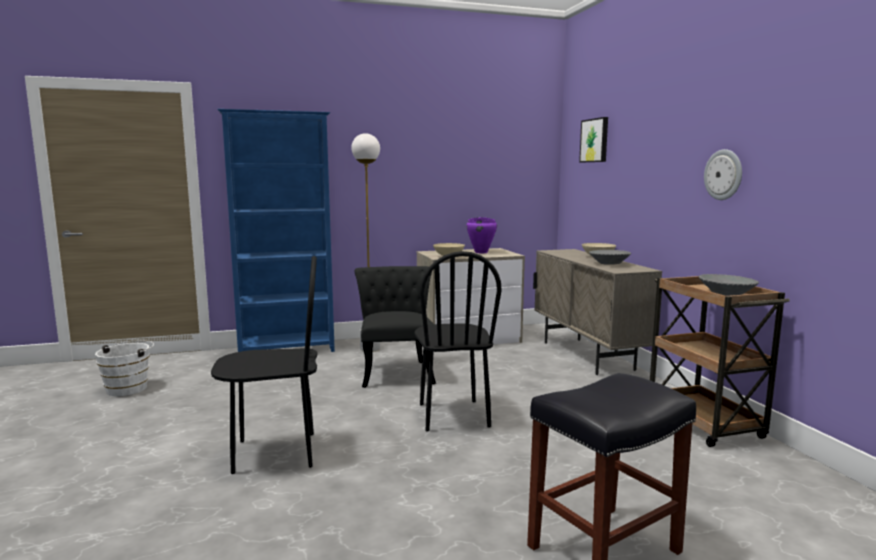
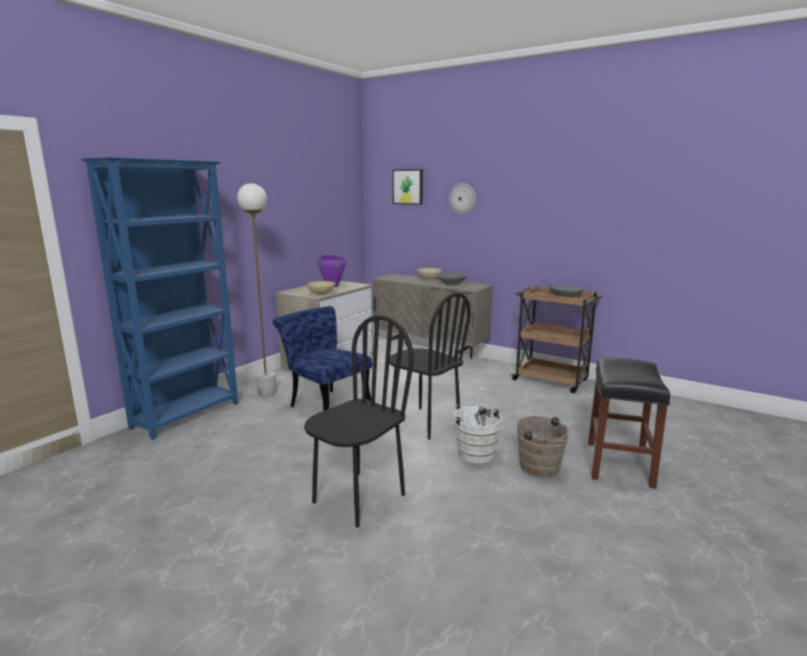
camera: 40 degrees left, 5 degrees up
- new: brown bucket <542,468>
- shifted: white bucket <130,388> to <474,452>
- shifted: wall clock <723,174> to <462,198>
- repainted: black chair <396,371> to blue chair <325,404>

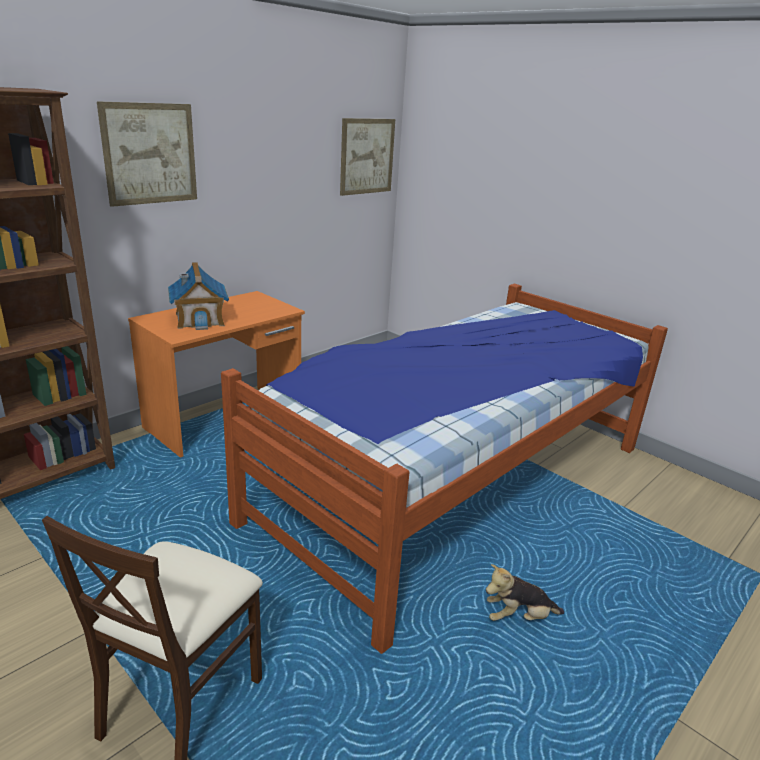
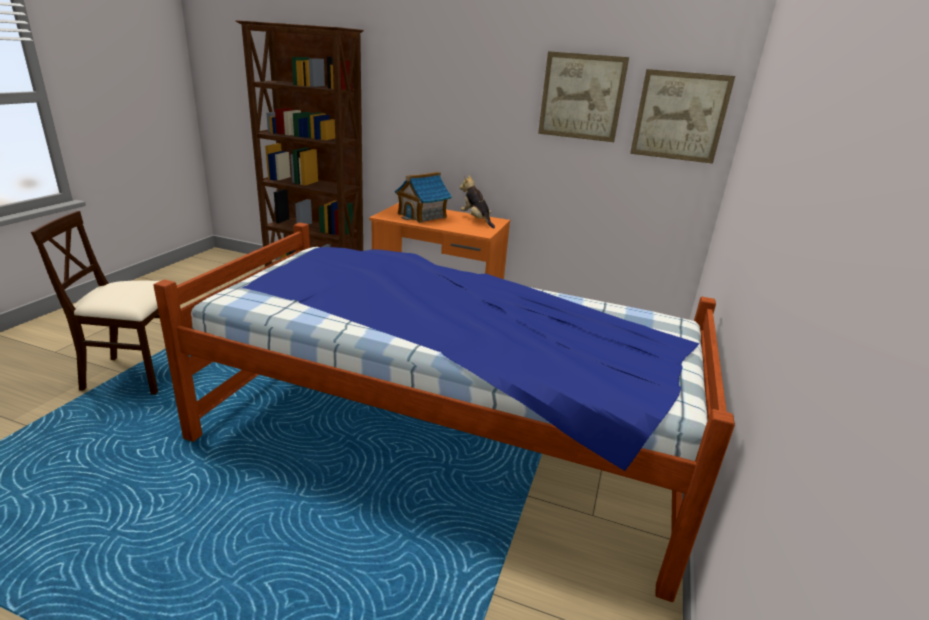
camera: 65 degrees right, 0 degrees up
- shifted: picture <150,154> to <581,97>
- shifted: plush toy <518,617> to <476,220>

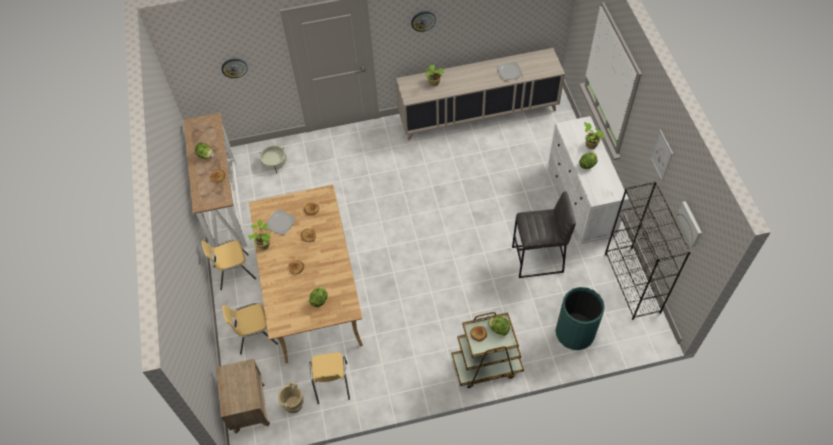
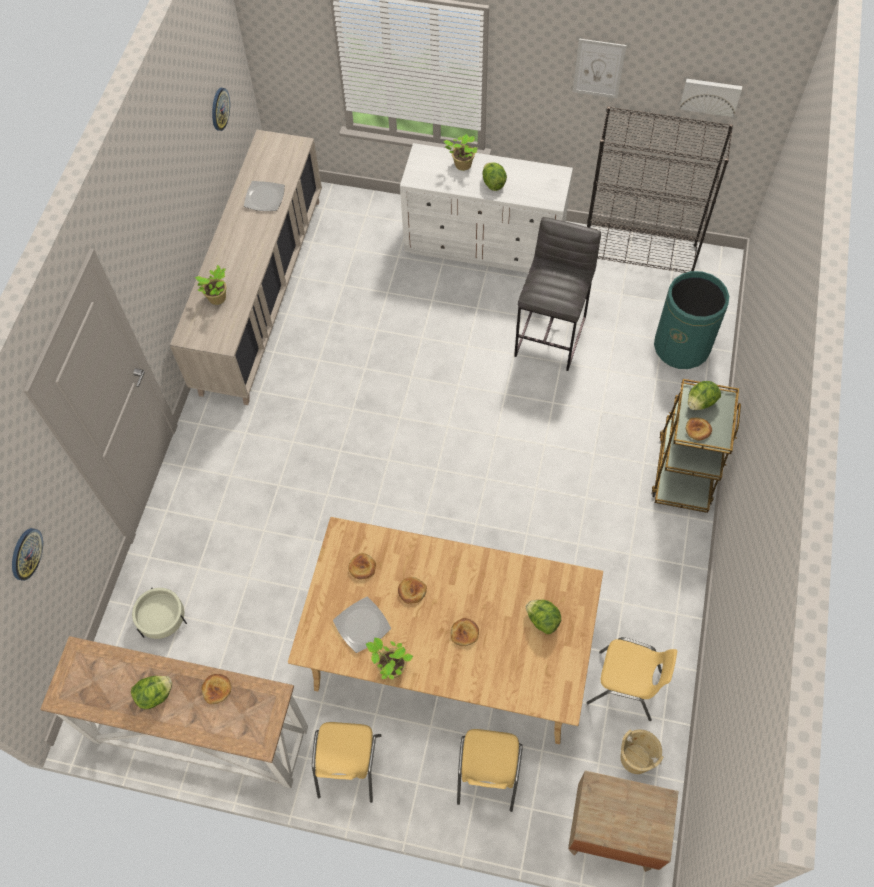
camera: 65 degrees left, 5 degrees up
- shifted: wall clock <423,20> to <219,109>

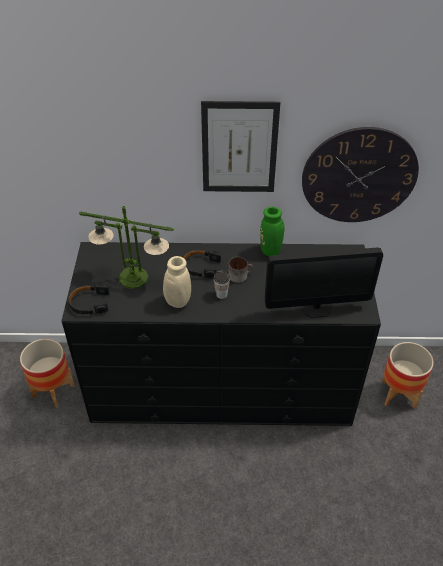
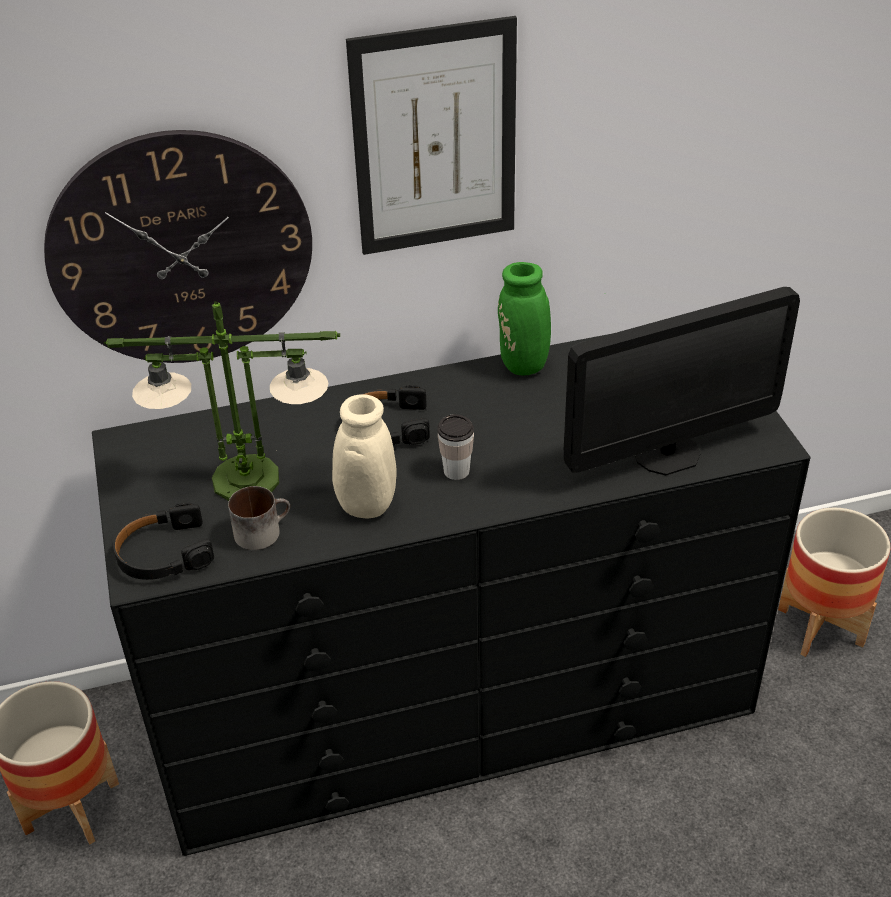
camera: 15 degrees left, 5 degrees down
- shifted: mug <240,275> to <262,530>
- shifted: wall clock <359,176> to <181,251>

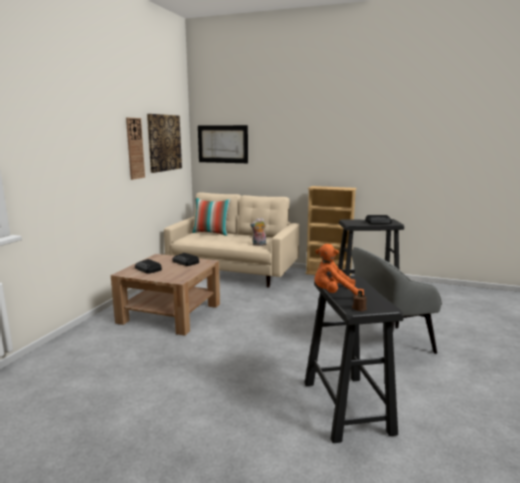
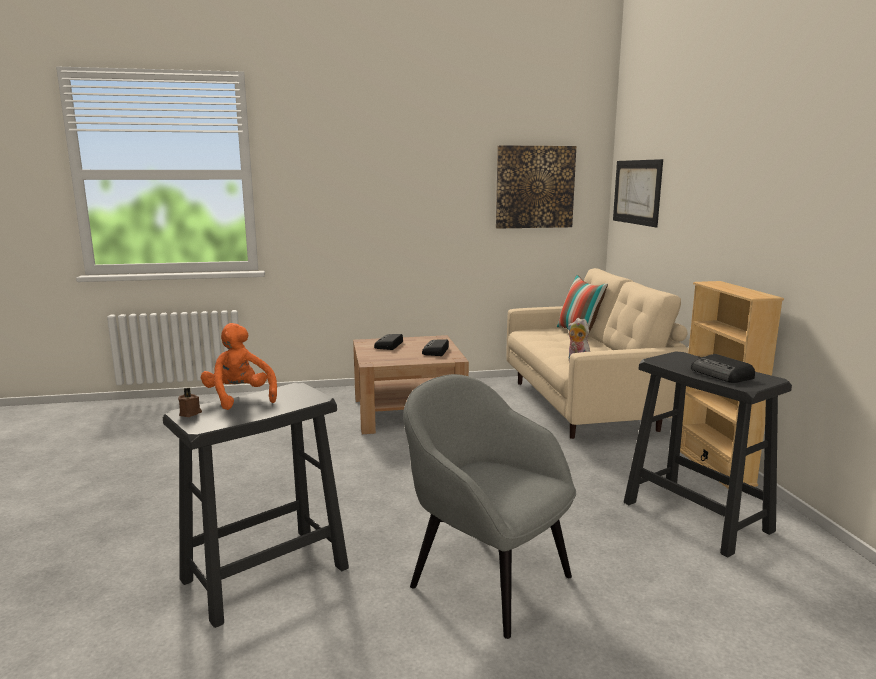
camera: 60 degrees right, 0 degrees up
- gone: wall clock <135,148>

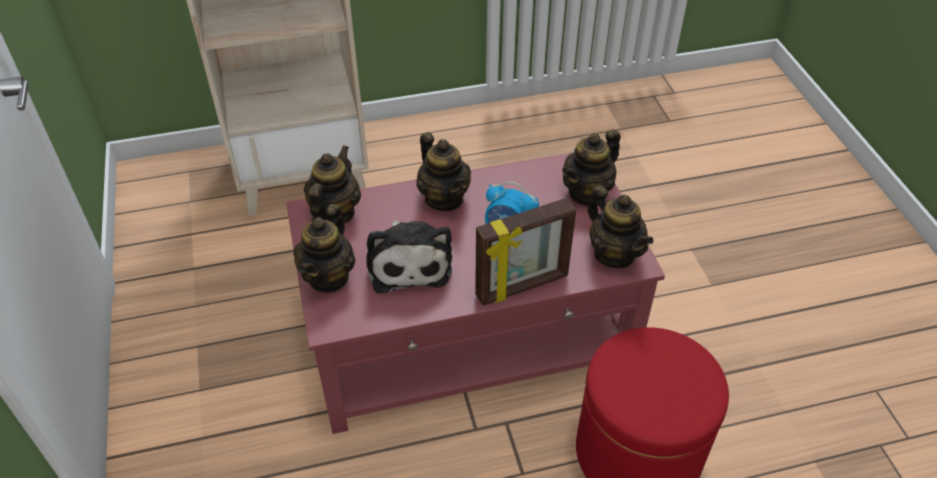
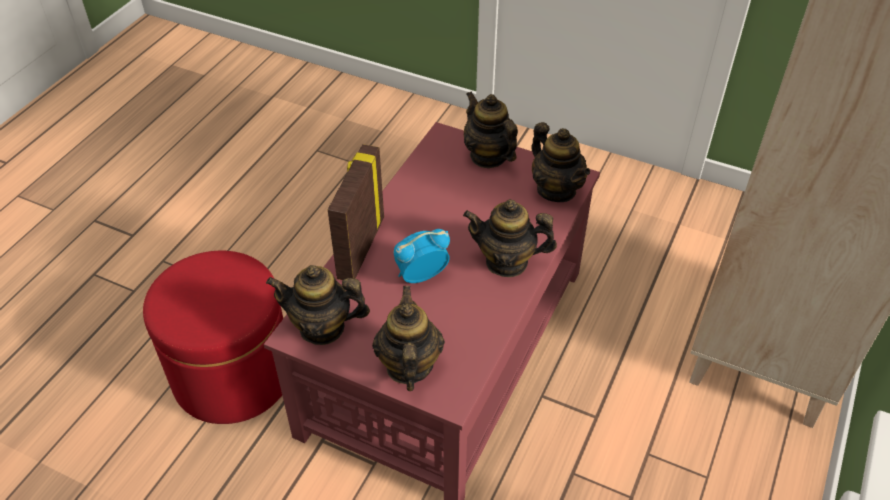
camera: 130 degrees right, 0 degrees up
- gone: plush toy <409,262>

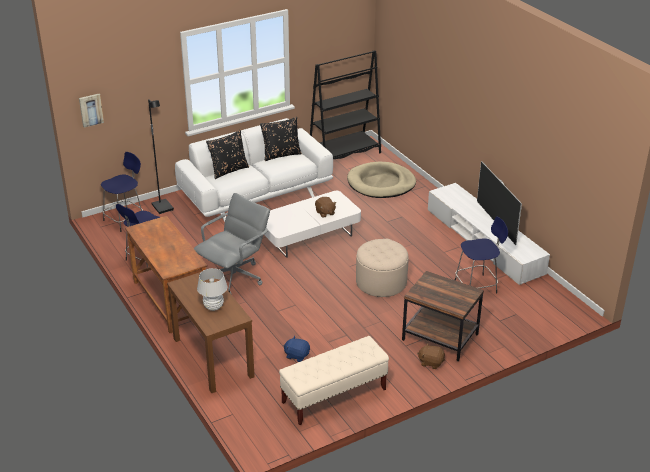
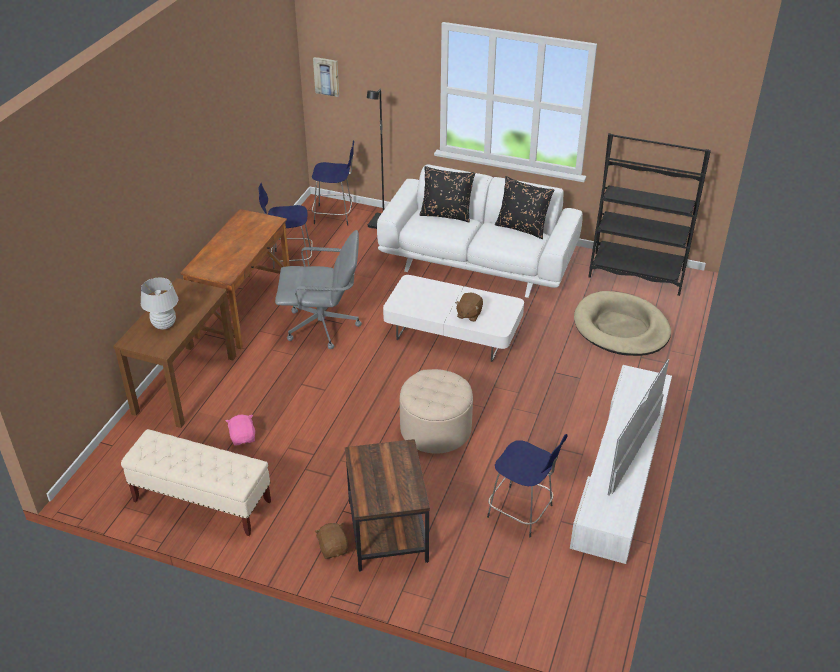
camera: 50 degrees right, 5 degrees up
- repainted: blue plush toy <297,355> to pink plush toy <243,437>

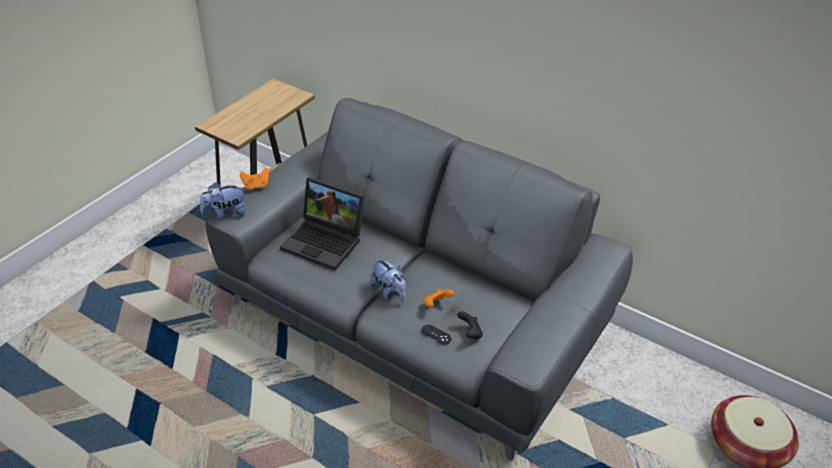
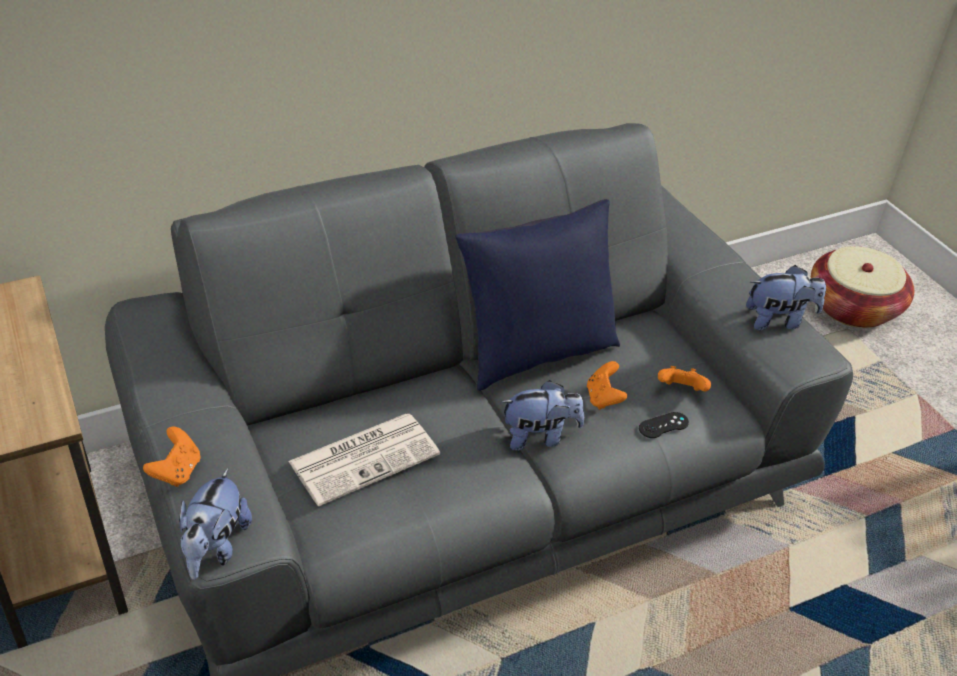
camera: 60 degrees left, 0 degrees up
- new: blue pillow <536,353>
- new: plush toy <778,320>
- swapped: laptop <326,241> to newspaper <365,457>
- repainted: black game controller <470,333> to orange game controller <681,391>

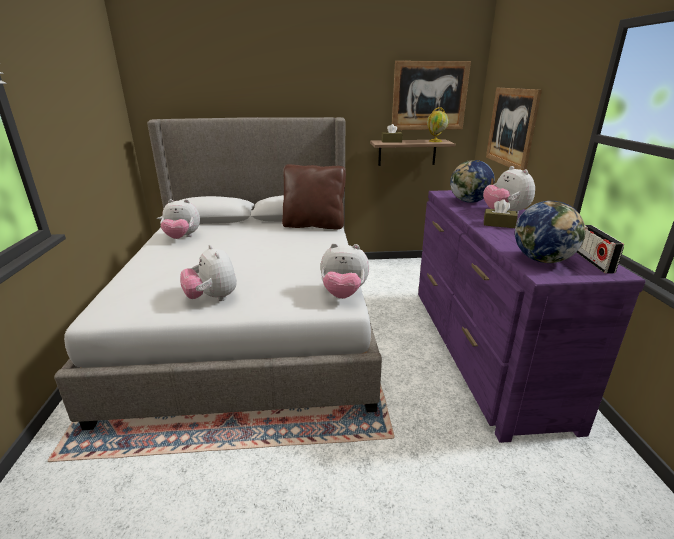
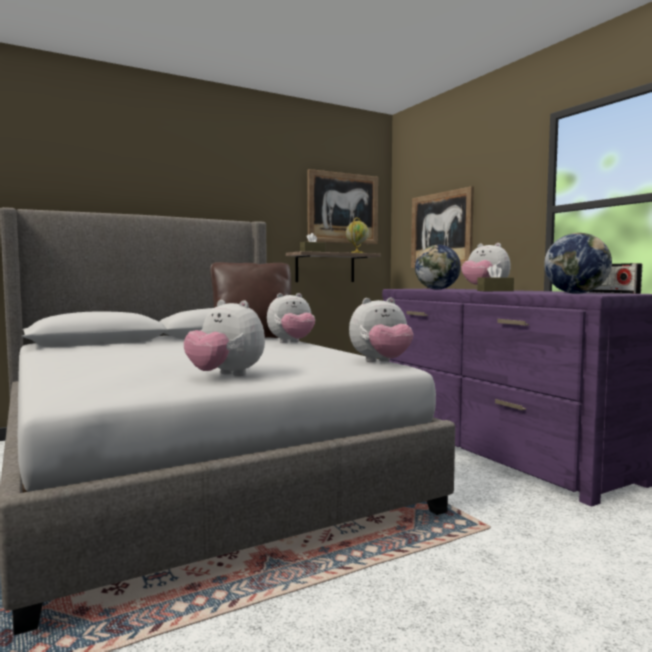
camera: 25 degrees left, 20 degrees down
- shifted: plush toy <182,238> to <292,342>

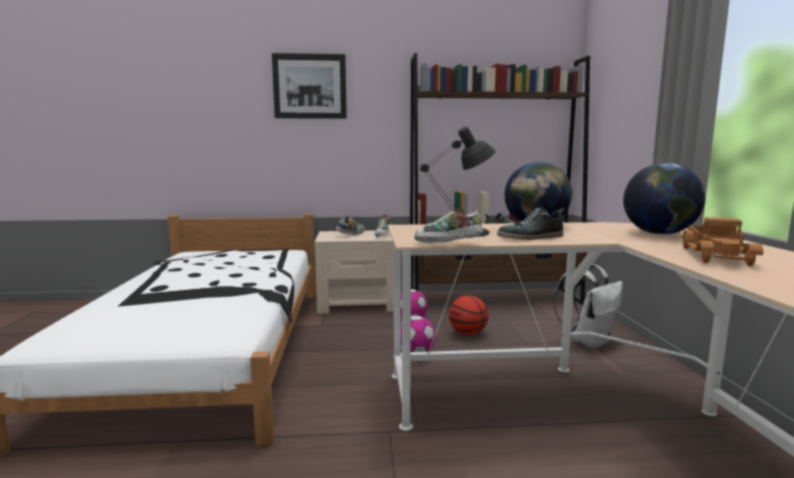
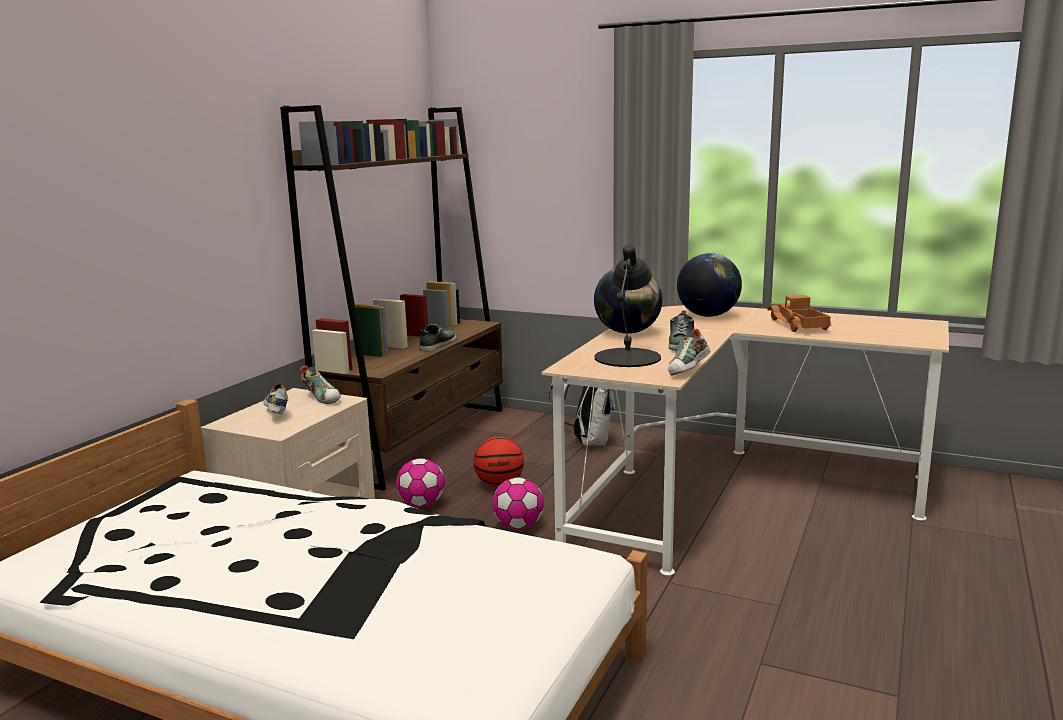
camera: 60 degrees left, 5 degrees up
- gone: picture <310,86>
- rotated: toy truck <718,256> = <797,325> 150 degrees counterclockwise

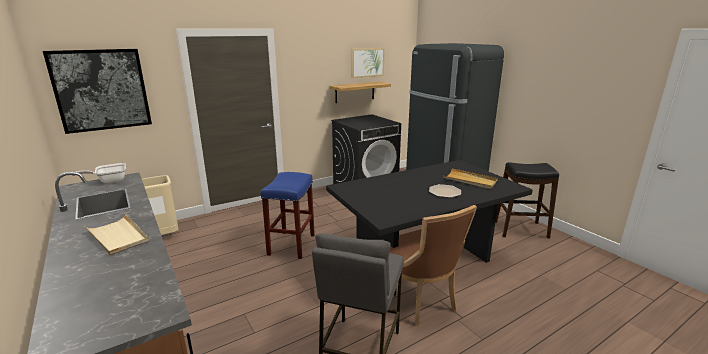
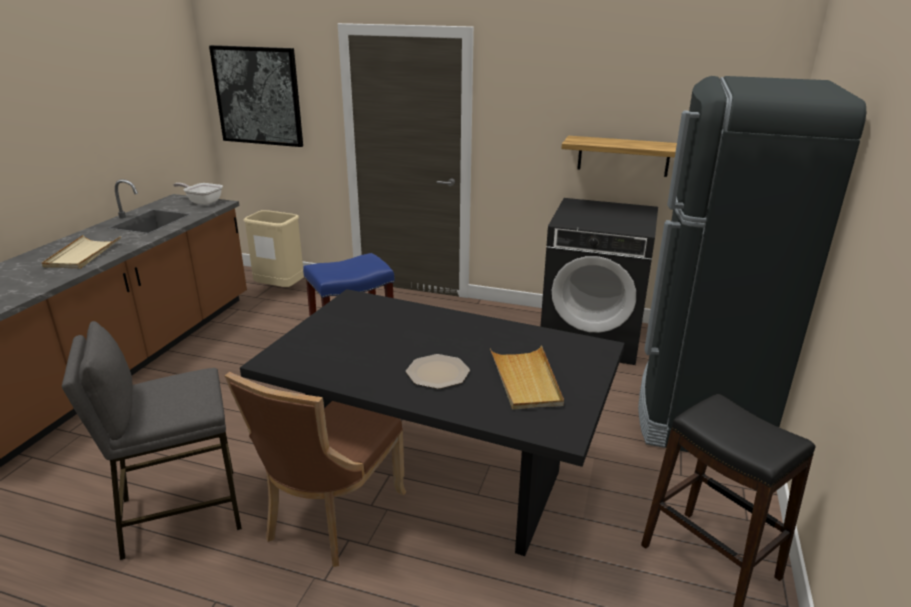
camera: 50 degrees right, 5 degrees up
- gone: picture <367,62>

